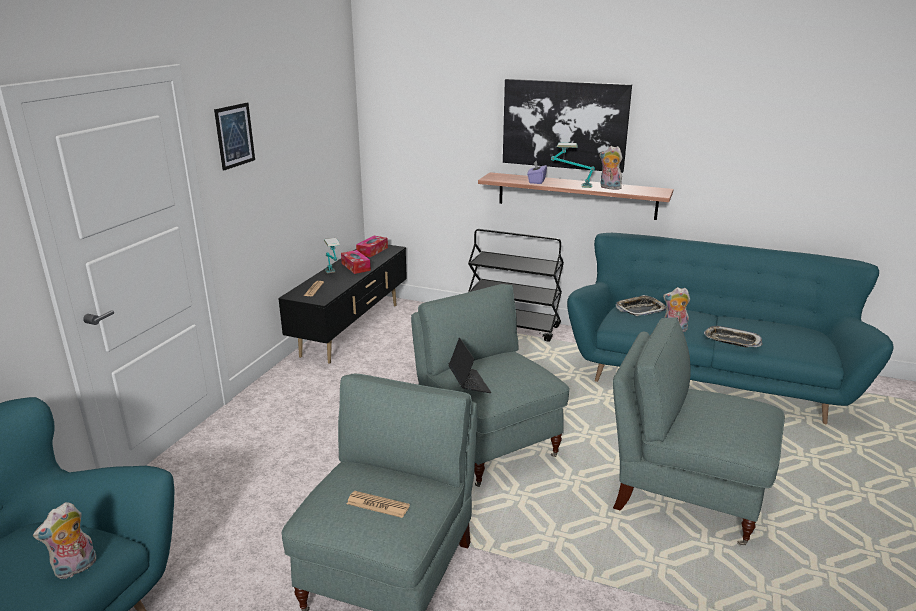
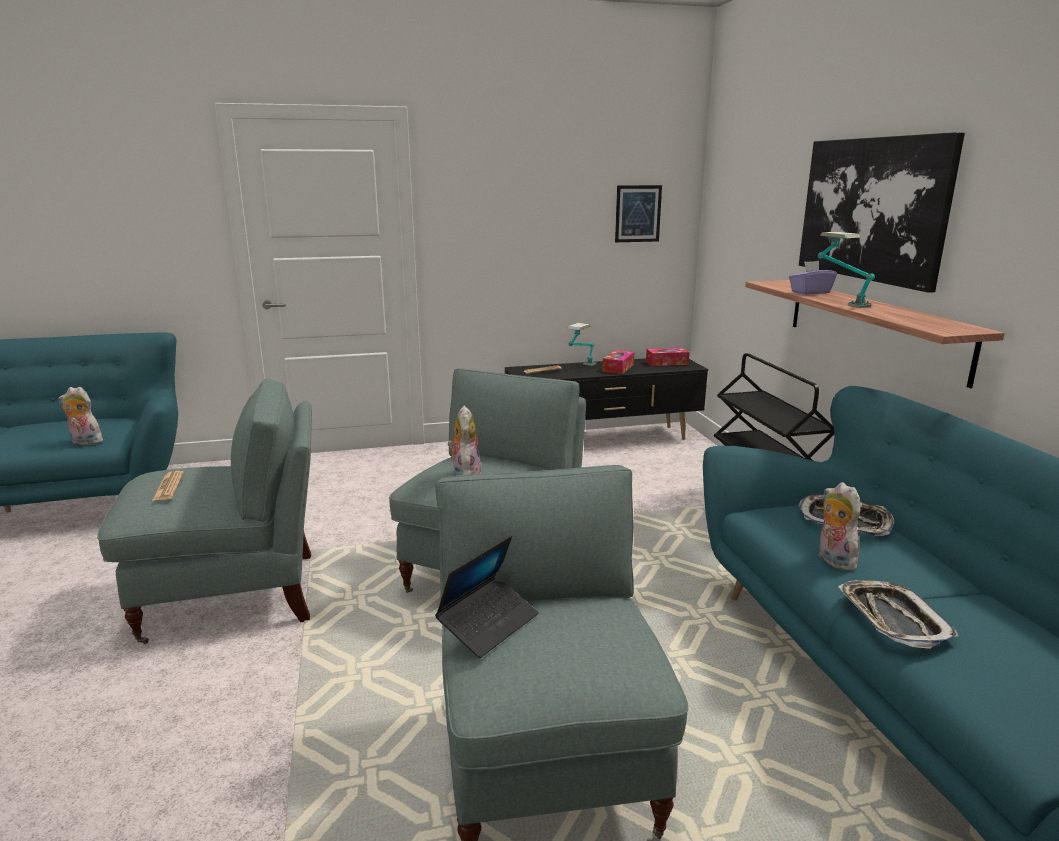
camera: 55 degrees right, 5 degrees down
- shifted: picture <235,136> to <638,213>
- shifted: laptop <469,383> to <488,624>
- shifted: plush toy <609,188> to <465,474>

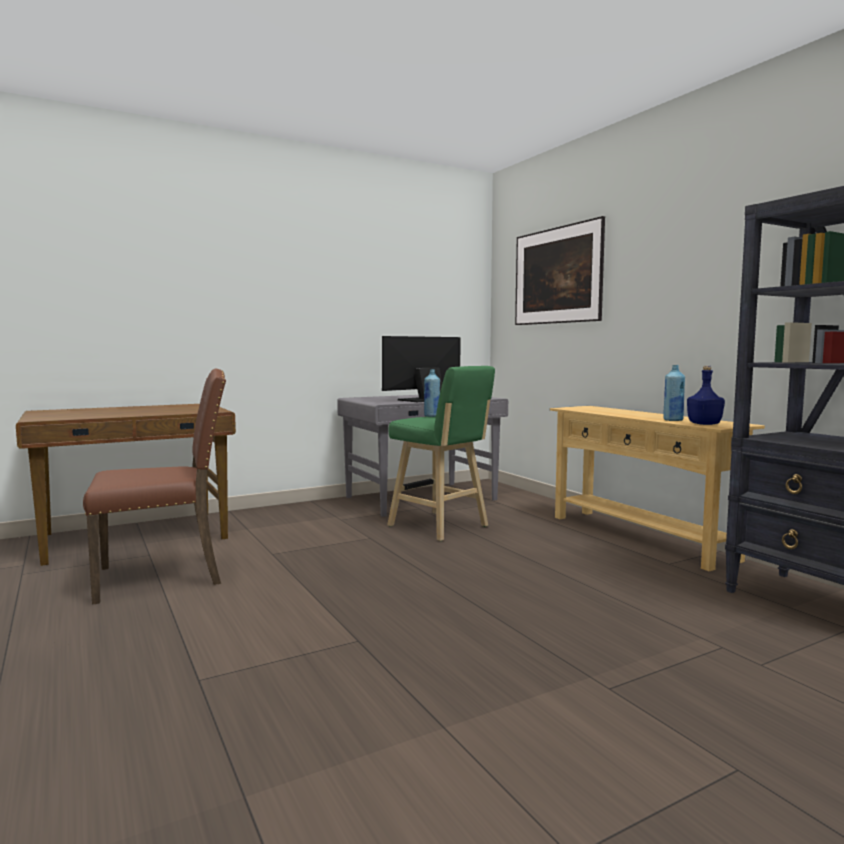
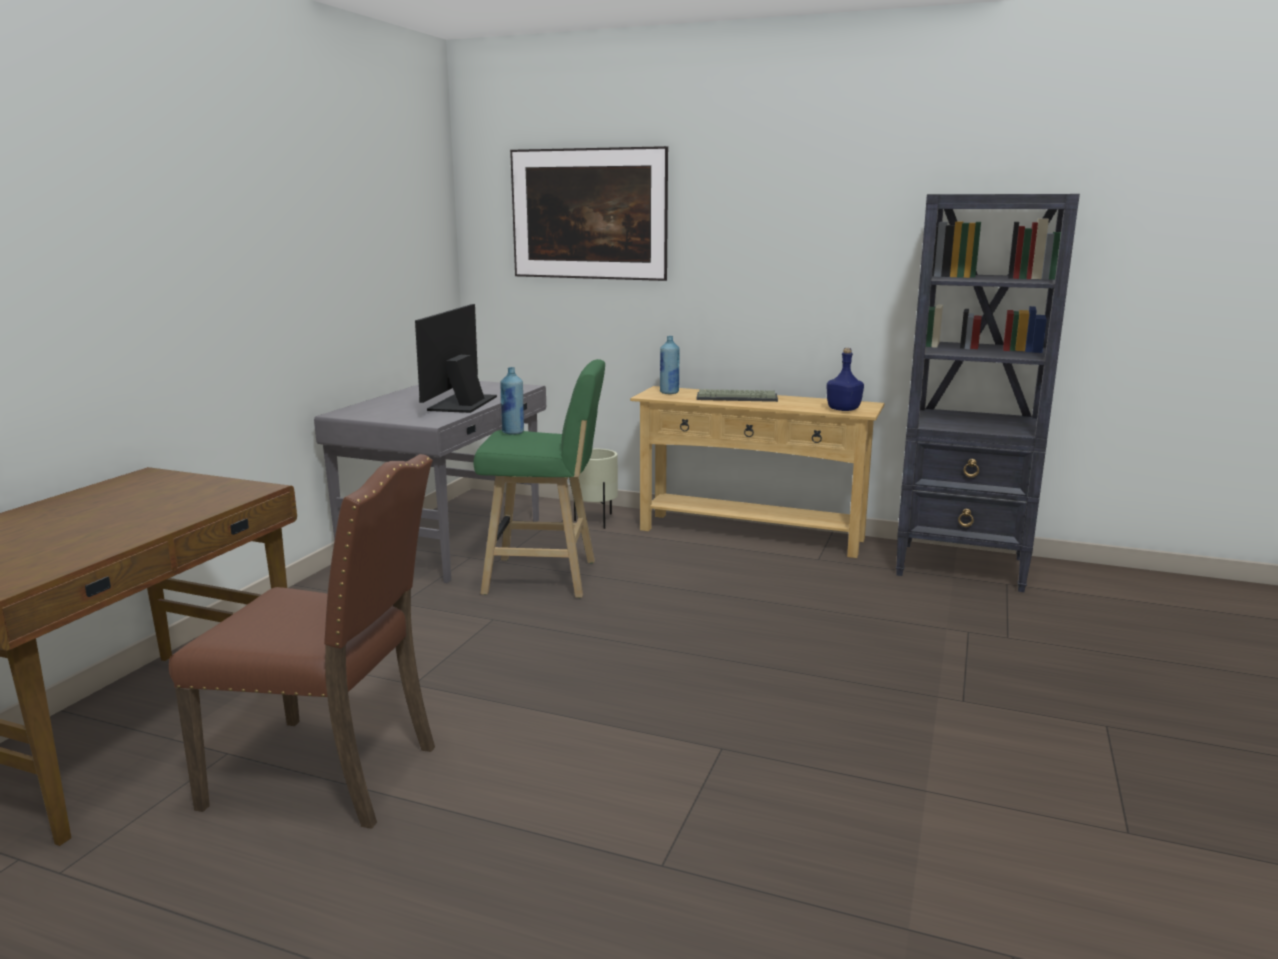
camera: 40 degrees left, 10 degrees up
- new: beige planter <596,521>
- new: keyboard <737,397>
- shifted: blue bottle <673,420> to <669,392>
- rotated: brown chair <163,576> = <329,774> 75 degrees clockwise

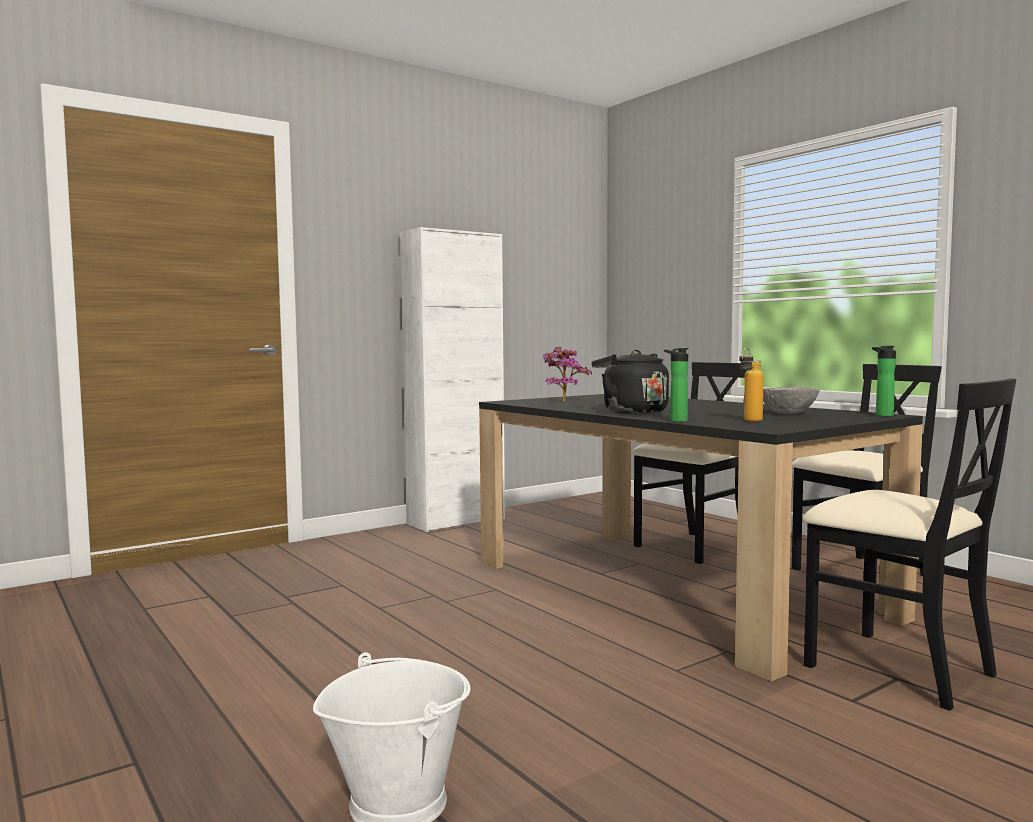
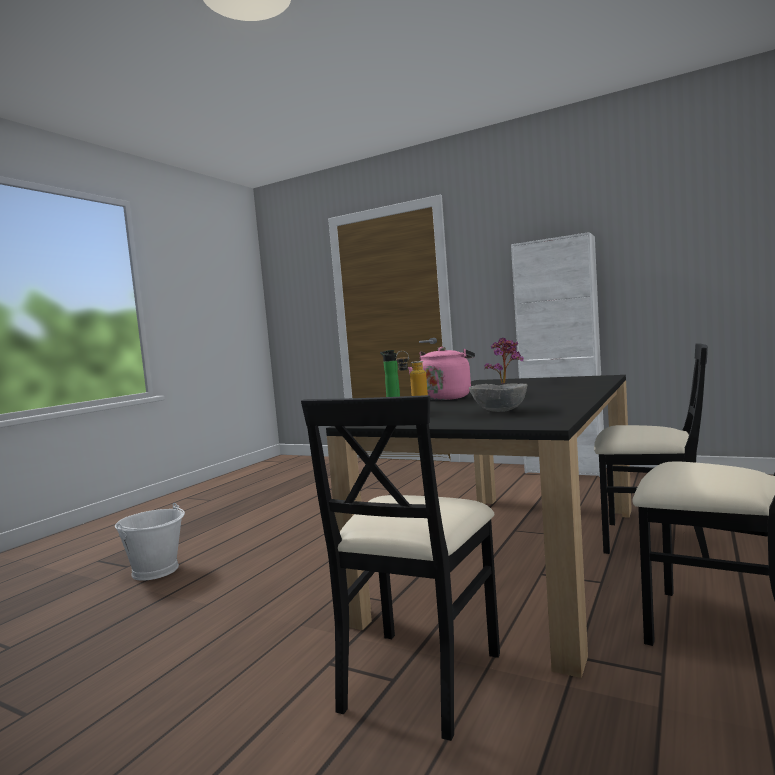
camera: 65 degrees right, 0 degrees up
- gone: bottle <882,415>
- repainted: black kettle <631,412> to pink kettle <445,397>

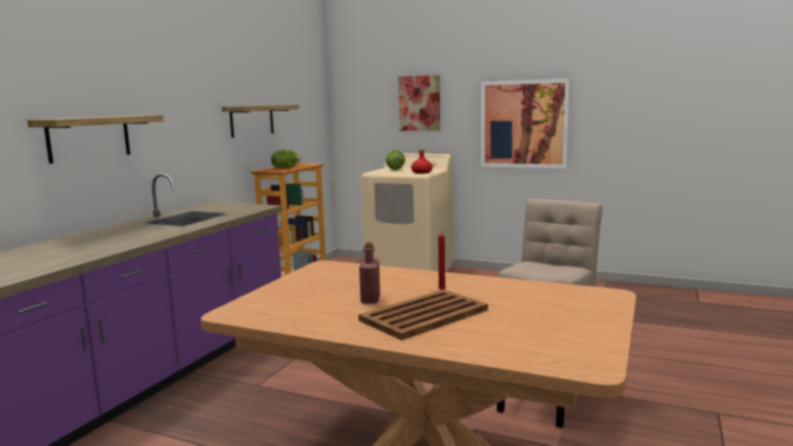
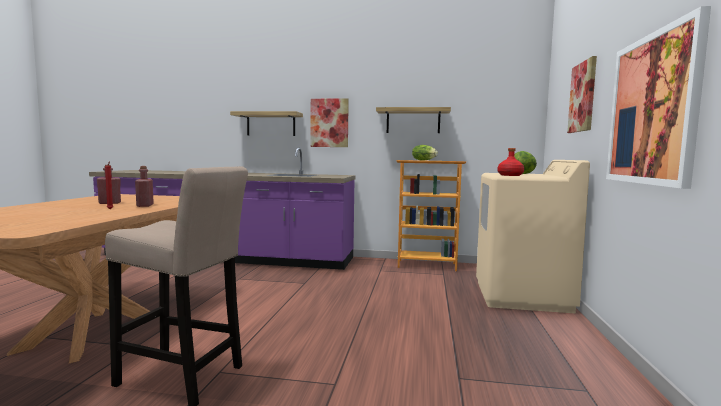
camera: 75 degrees right, 5 degrees down
- gone: brown tray <425,315>
- new: red bottle <145,205>
- new: picture <329,123>

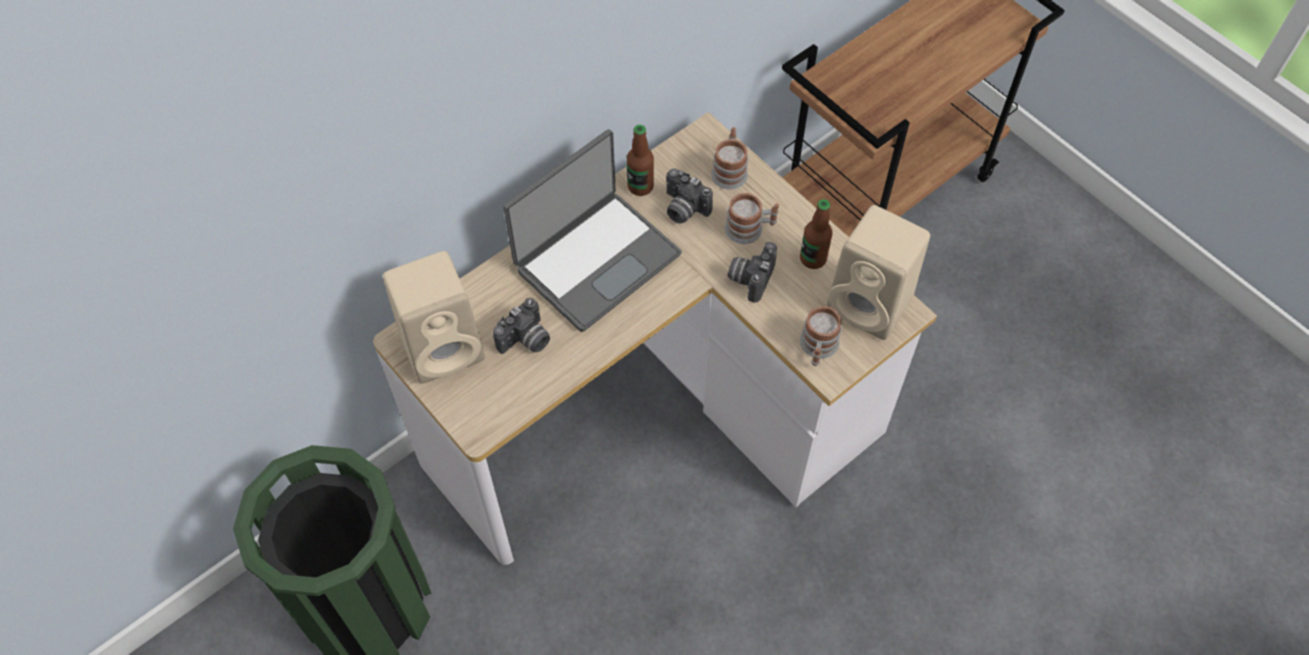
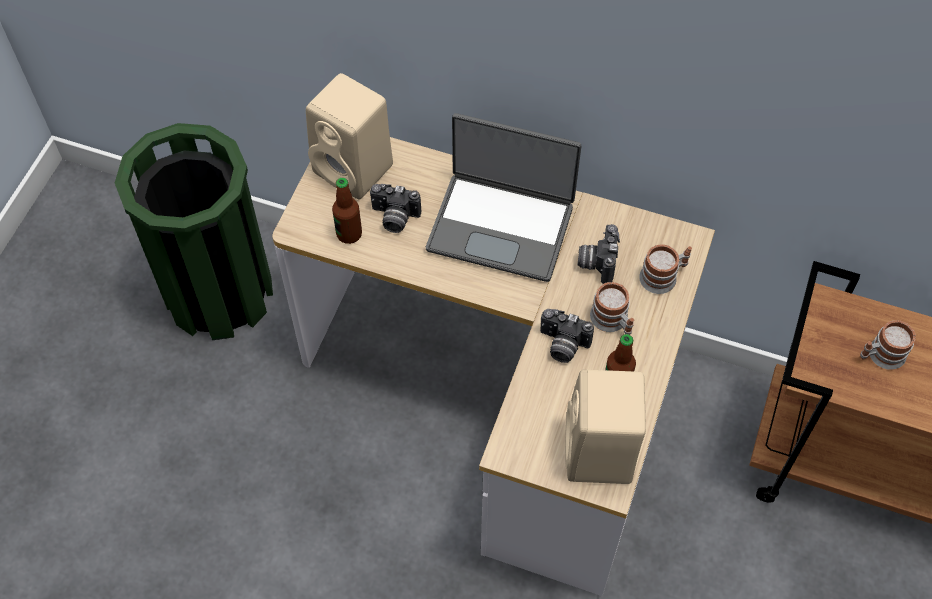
camera: 60 degrees right, 0 degrees up
- shifted: bottle <640,186> to <349,234>
- shifted: mug <818,348> to <880,355>
- rotated: photo camera <750,278> = <562,345> 150 degrees counterclockwise

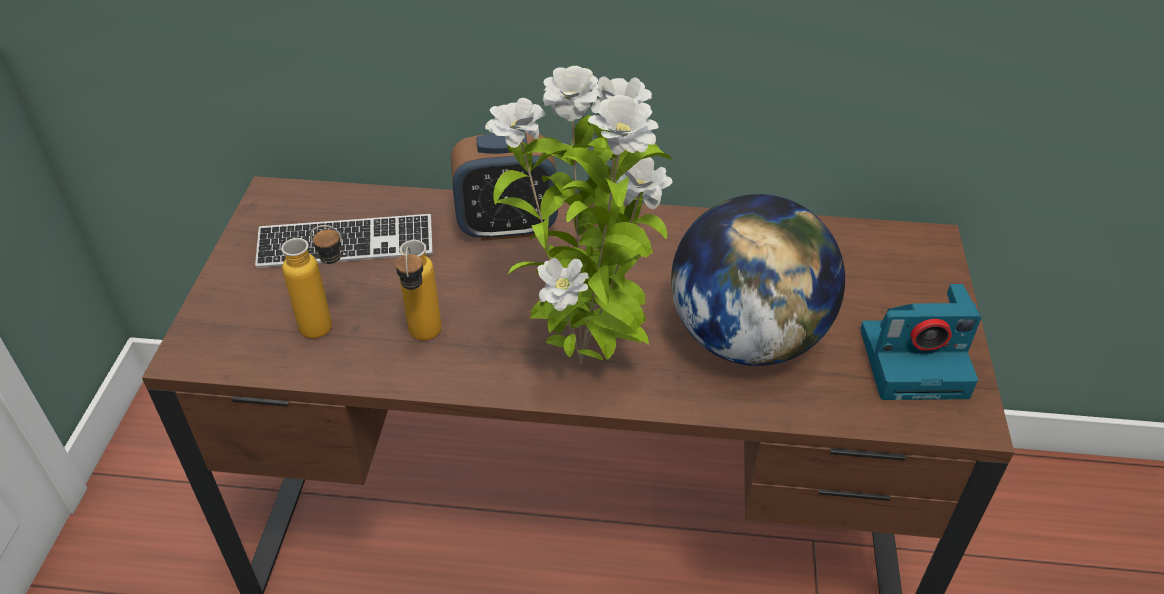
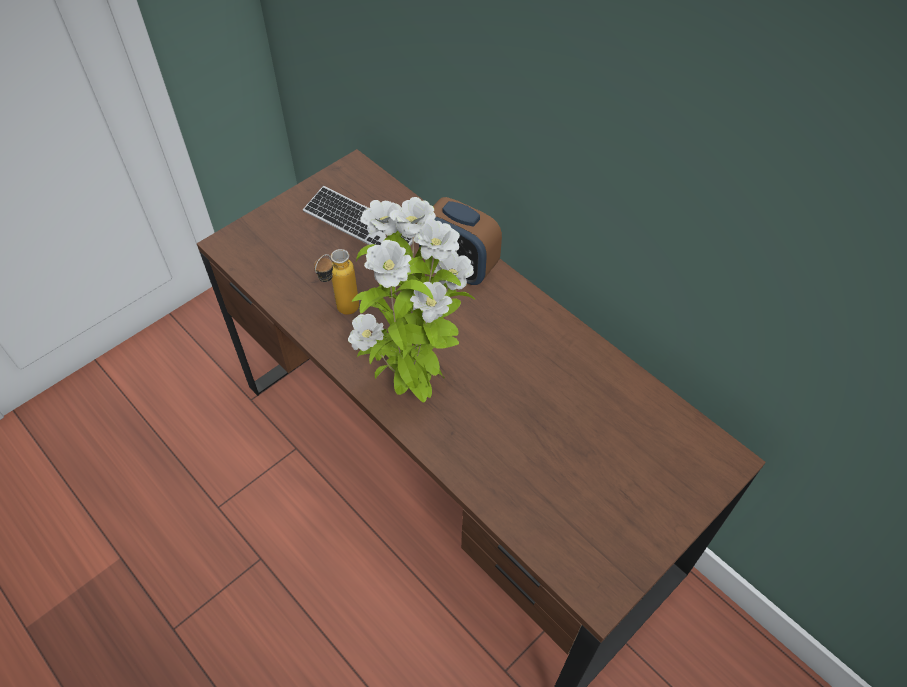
camera: 40 degrees right, 10 degrees up
- gone: bottle <330,328>
- gone: globe <746,338>
- gone: photo camera <915,361>

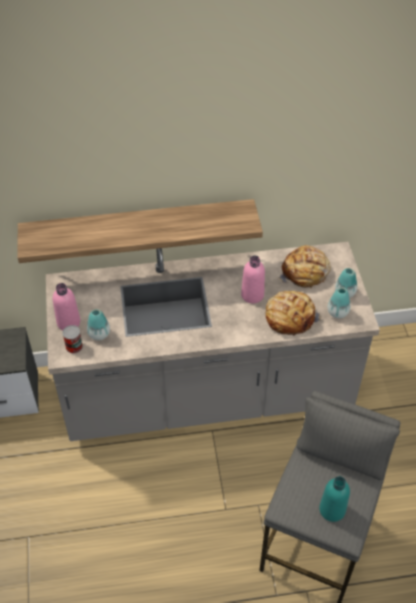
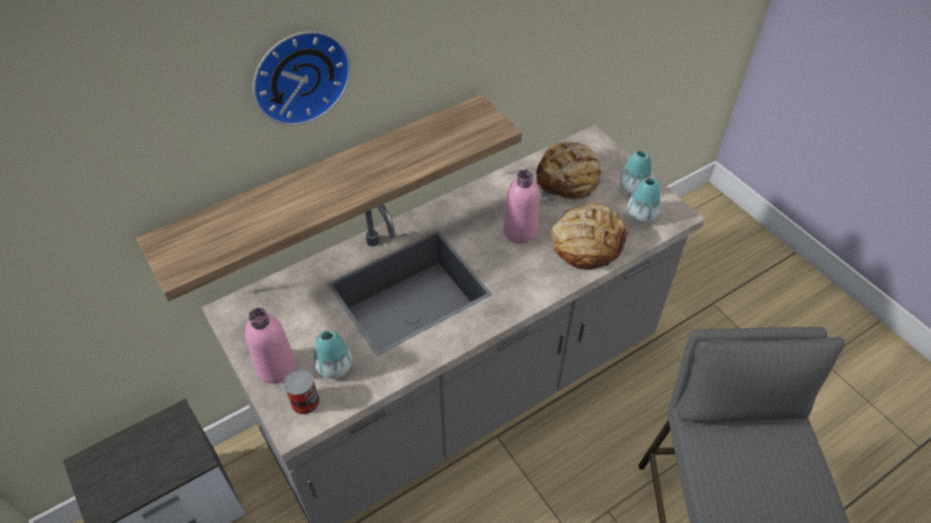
camera: 25 degrees left, 0 degrees up
- gone: turquoise bottle <332,510>
- new: wall clock <299,75>

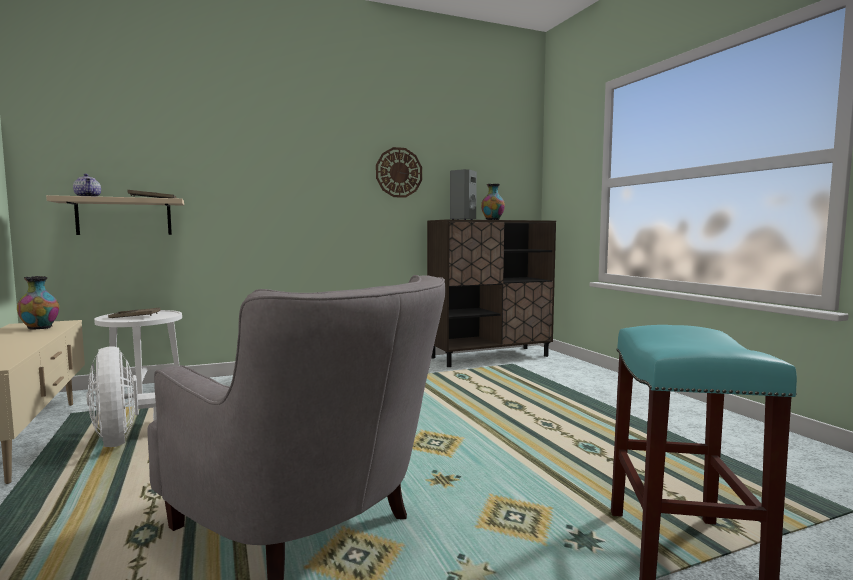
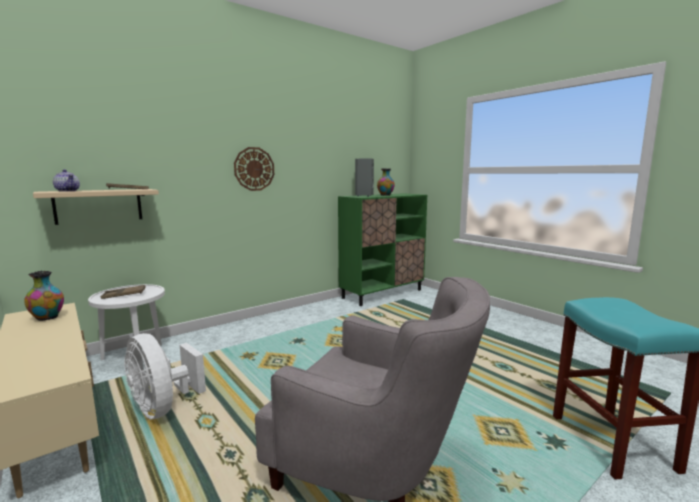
camera: 15 degrees left, 5 degrees up
- shifted: wall clock <399,172> to <254,169>
- repainted: brown cabinet <490,357> to green cabinet <382,294>

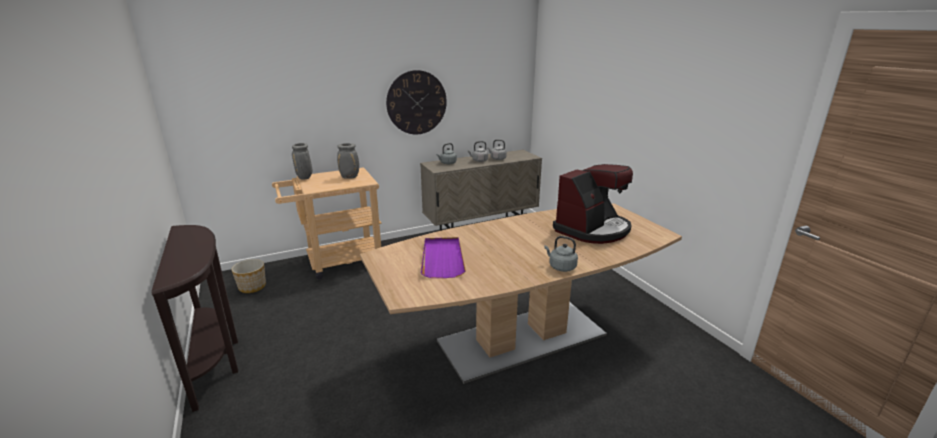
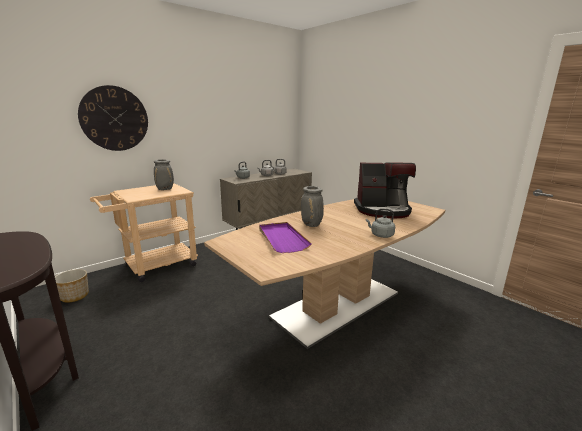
camera: 15 degrees left, 5 degrees down
- shifted: grey vase <305,178> to <312,225>
- shifted: wall clock <416,102> to <114,118>
- rotated: coffee machine <592,229> = <382,210> 60 degrees clockwise

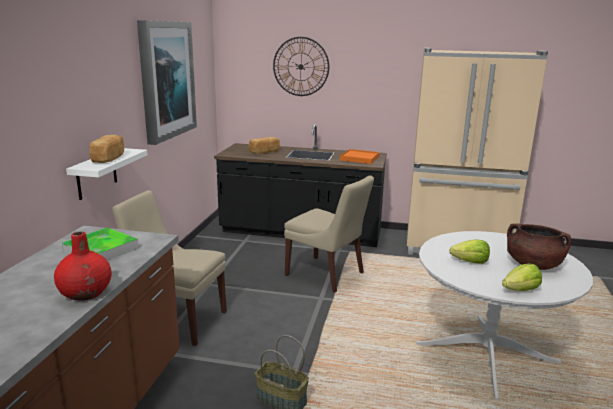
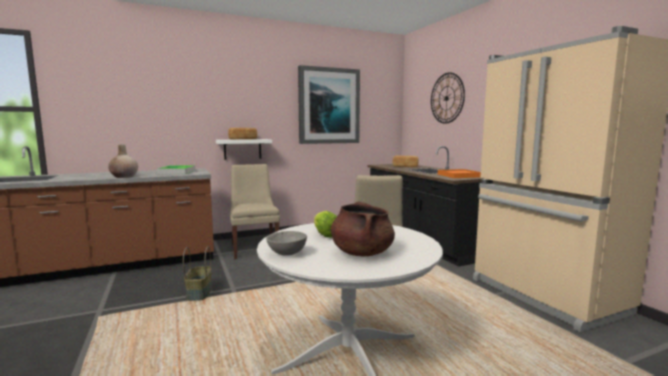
camera: 55 degrees right, 10 degrees down
- swapped: lettuce <521,290> to grey bowl <286,254>
- repainted: red vase <86,293> to beige vase <124,177>

